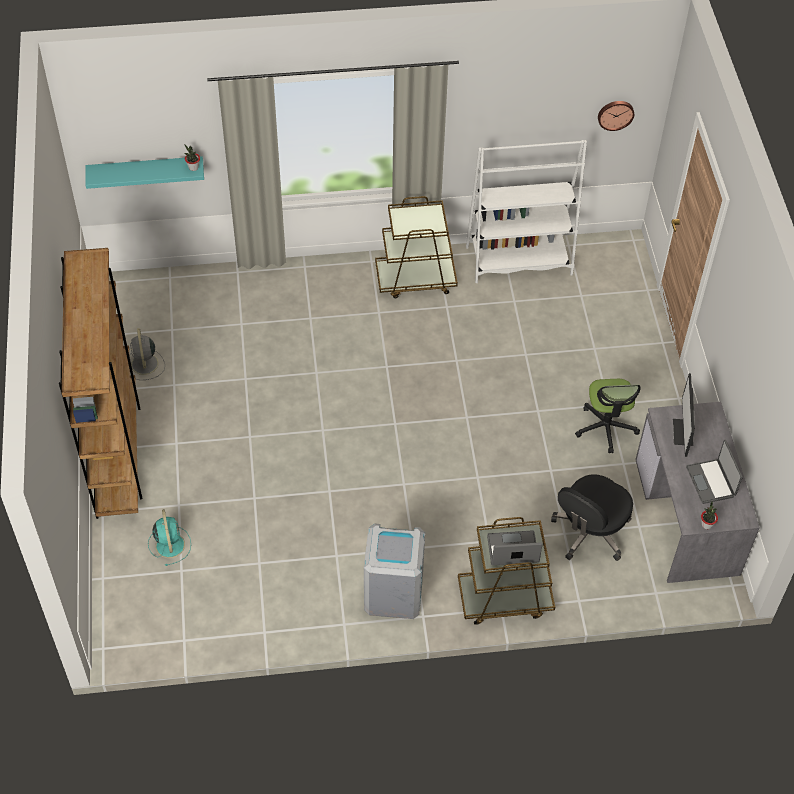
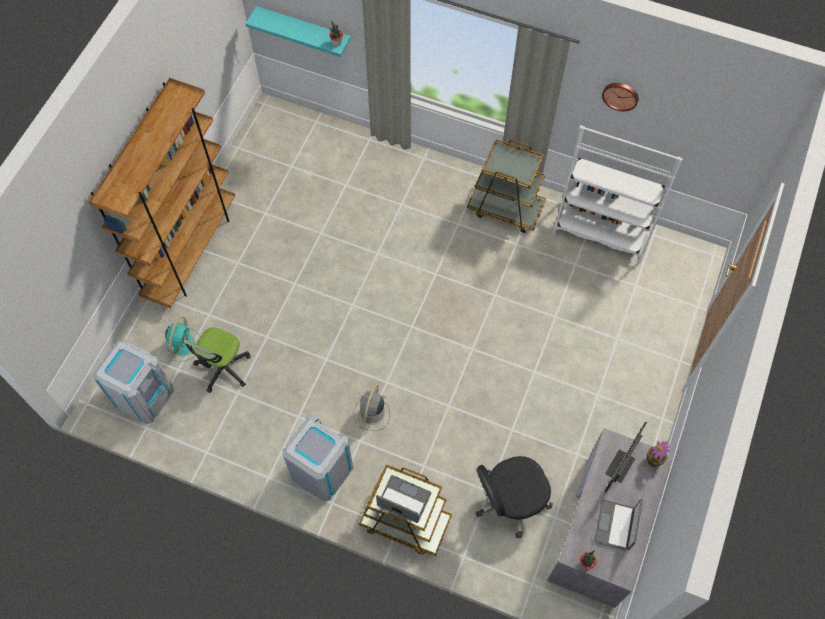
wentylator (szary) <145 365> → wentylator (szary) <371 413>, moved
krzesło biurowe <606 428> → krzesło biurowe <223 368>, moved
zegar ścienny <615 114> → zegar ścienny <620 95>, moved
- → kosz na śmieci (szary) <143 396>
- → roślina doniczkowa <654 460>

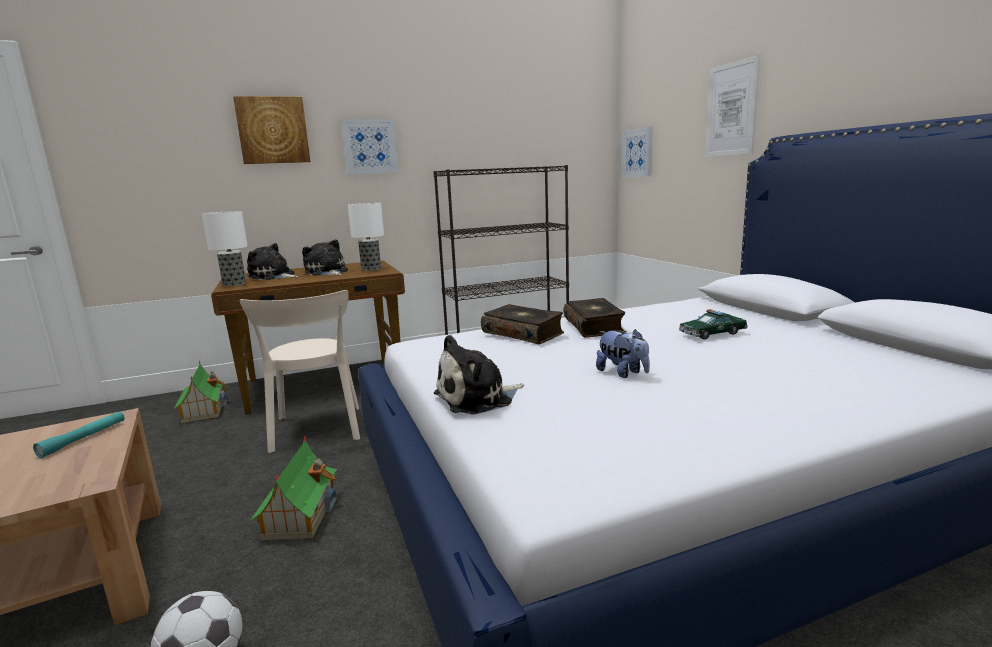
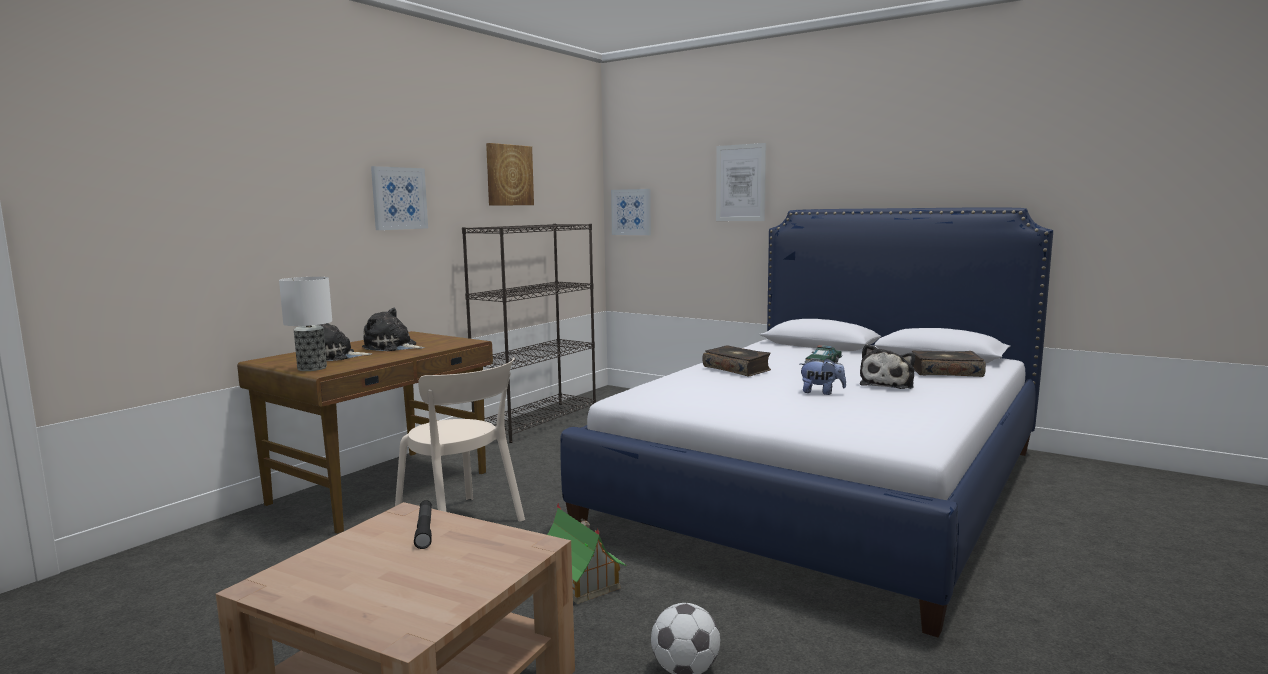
latarka (turkusowy) <84 439> → latarka (czarny) <424 529>
domek <203 410> → -
obraz <273 130> → obraz <509 175>, moved
lampa stołowa <371 269> → -
pluszak <478 398> → pluszak <888 384>, moved
książka <523 333> → książka <945 372>, moved

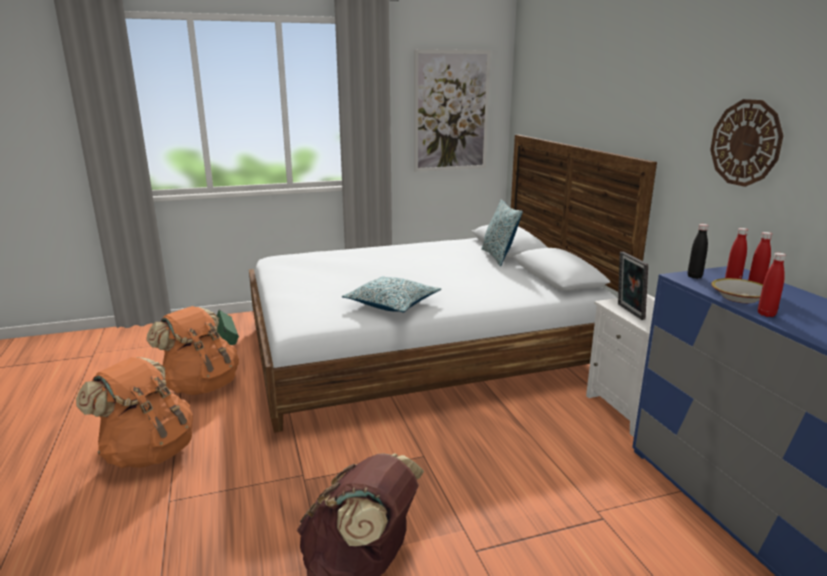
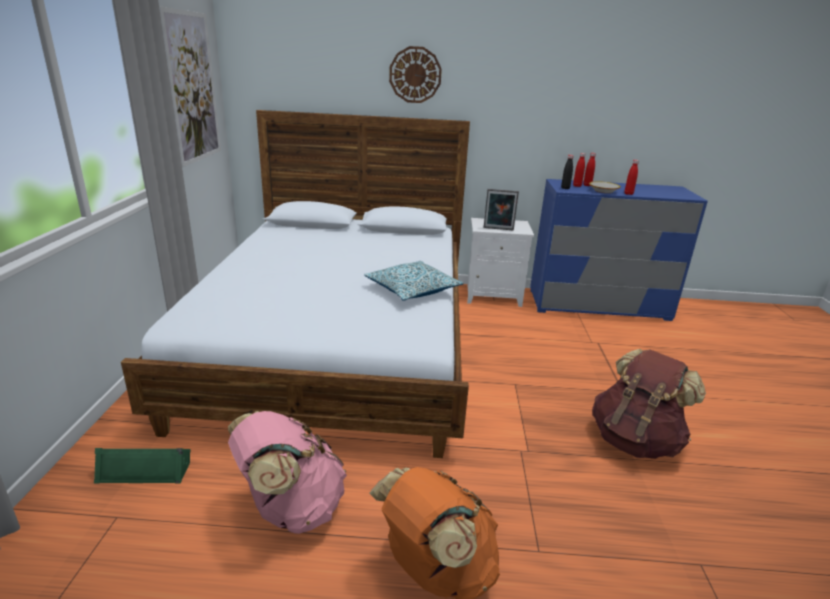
plecak (pomarańczowy) <201 385> → plecak (różowy) <291 508>
poduszka <498 257> → -
zegar ścienny <745 143> → zegar ścienny <415 75>, moved

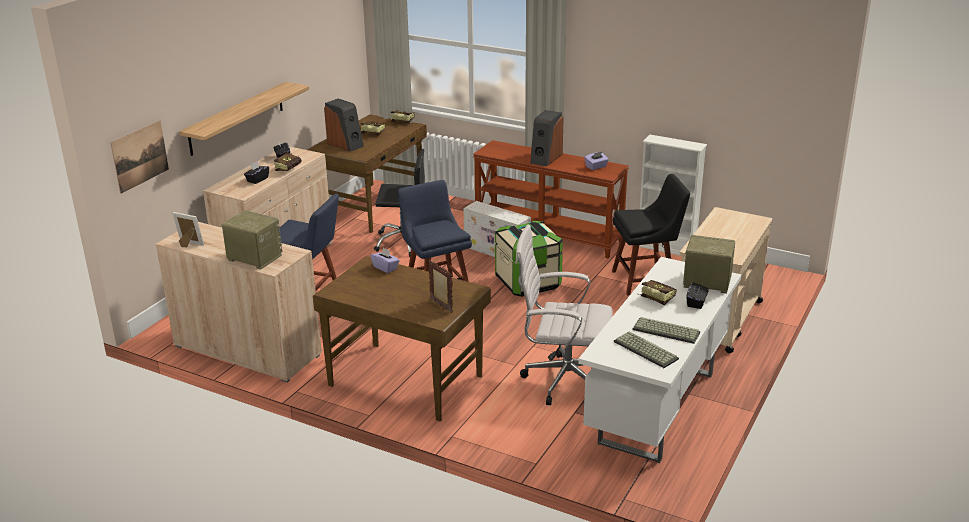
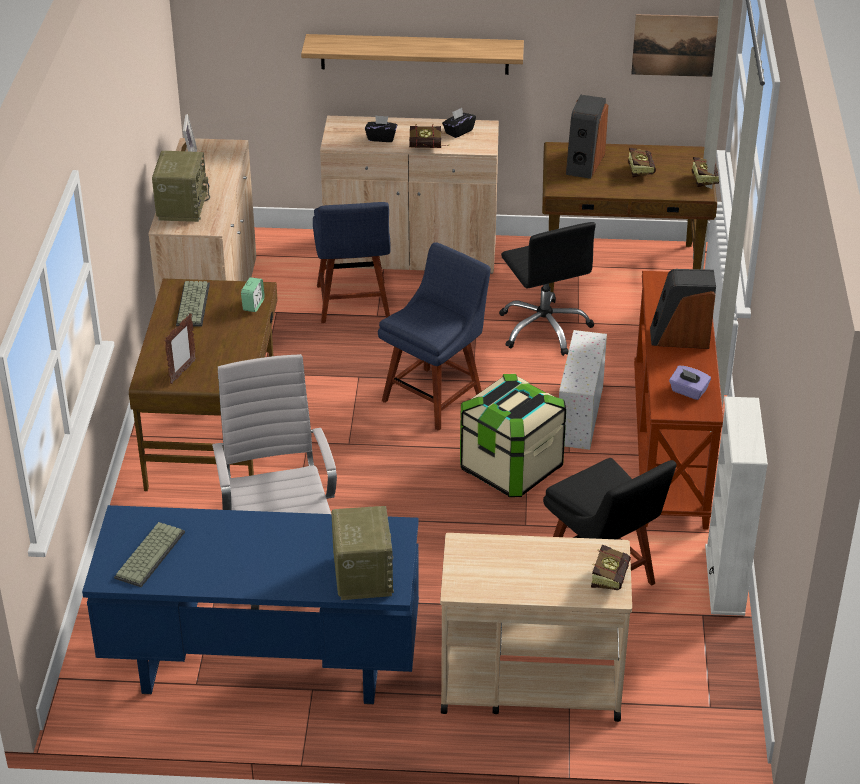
obraz <140 156> → obraz <674 45>, moved
pudełko chusteczek (fioletowy) <385 268> → budzik <253 305>
biurko (biały) <658 408> → biurko (niebieski) <262 667>
klawiatura <665 331> → klawiatura <191 304>, moved
książka <654 298> → książka <610 576>, moved
pudełko chusteczek (czarny) <696 303> → -

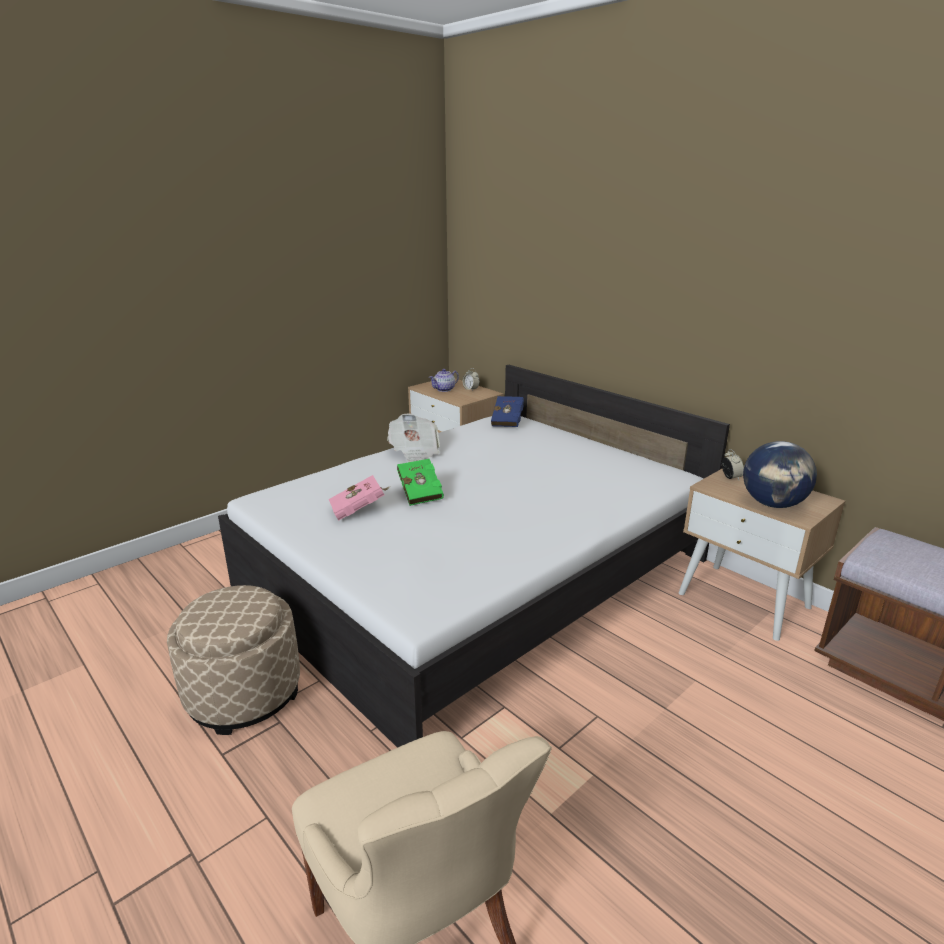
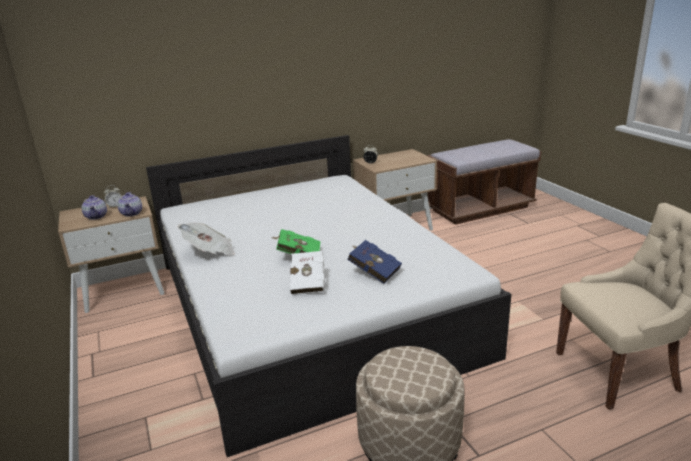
książka (różowy) <360 510> → książka (biały) <309 283>
książka (niebieski) <508 421> → książka (niebieski) <373 272>, moved
globus <772 504> → -
- → imbryk <132 213>

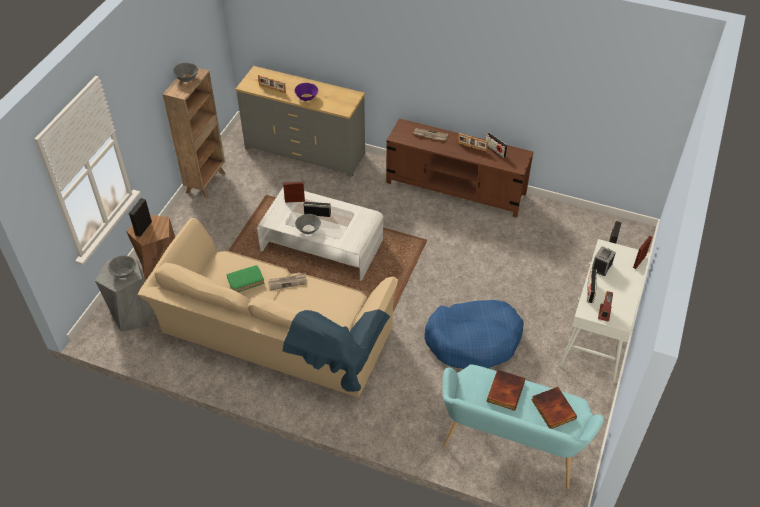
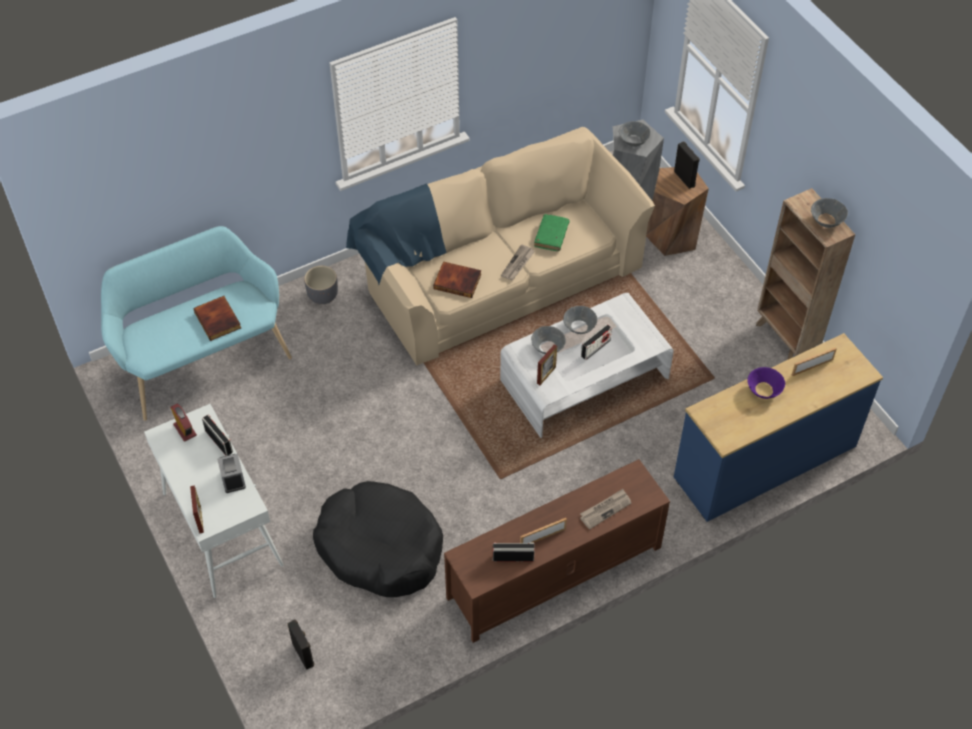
komoda (szary) <305 151> → komoda (niebieski) <765 462>
ramka na zdjęcie <295 201> → ramka na zdjęcie <546 375>, moved
legowisko (niebieski) <473 340> → -
książka <552 409> → książka <458 281>, moved
- → donica (szary) <323 295>
- → legowisko (czarny) <380 547>
- → miska (szary) <548 347>

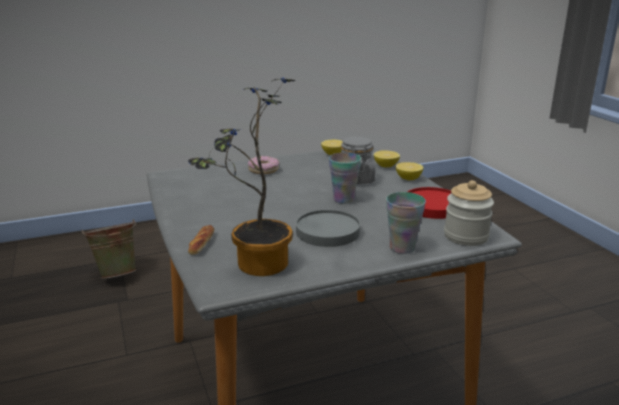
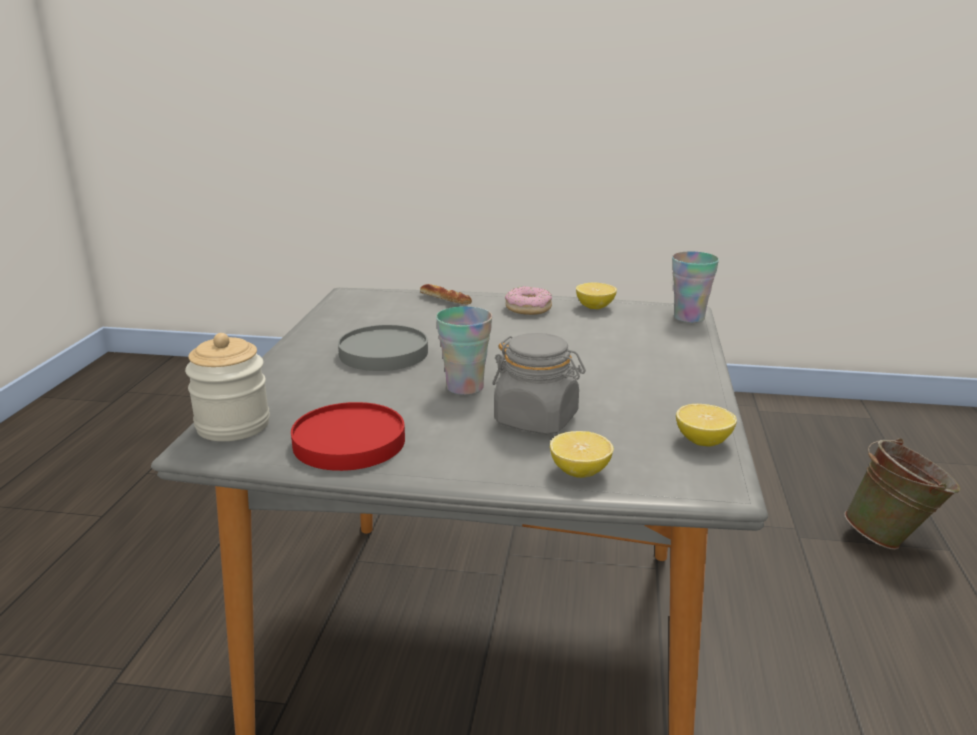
roślina doniczkowa <255 266> → -
donut <263 170> → donut <528 308>, moved
filiżanka <402 248> → filiżanka <689 318>, moved
cytryna <408 178> → cytryna <595 307>, moved

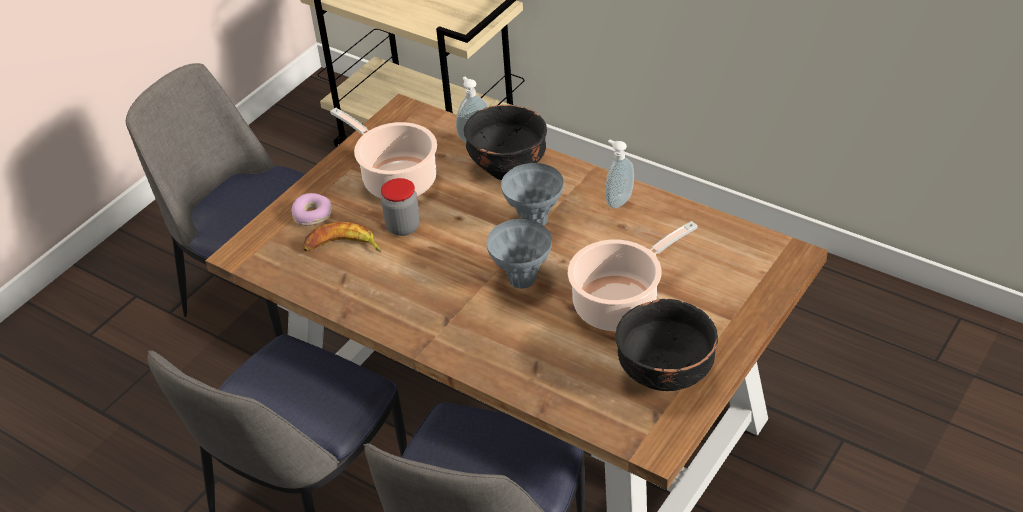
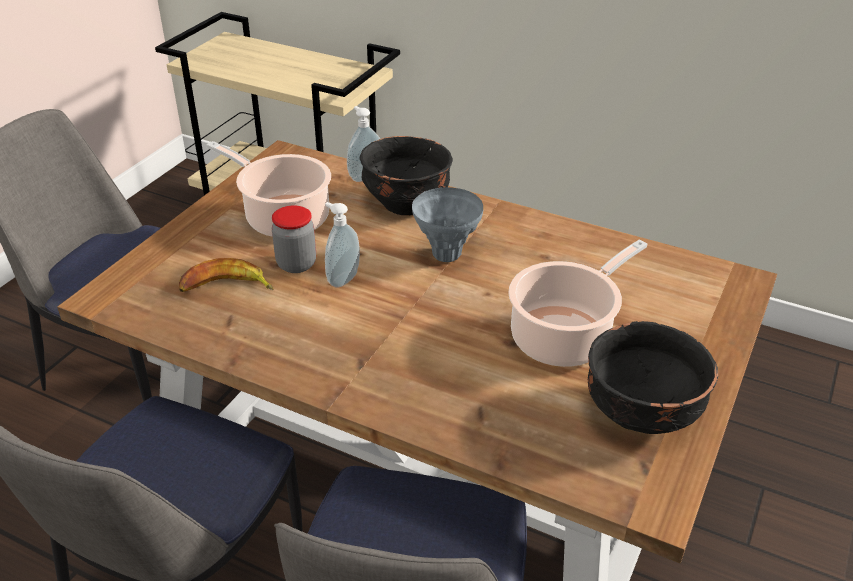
donut <312 215> → -
wazon (szary) <522 280> → -
dozownik mydła <618 200> → dozownik mydła <342 279>, moved

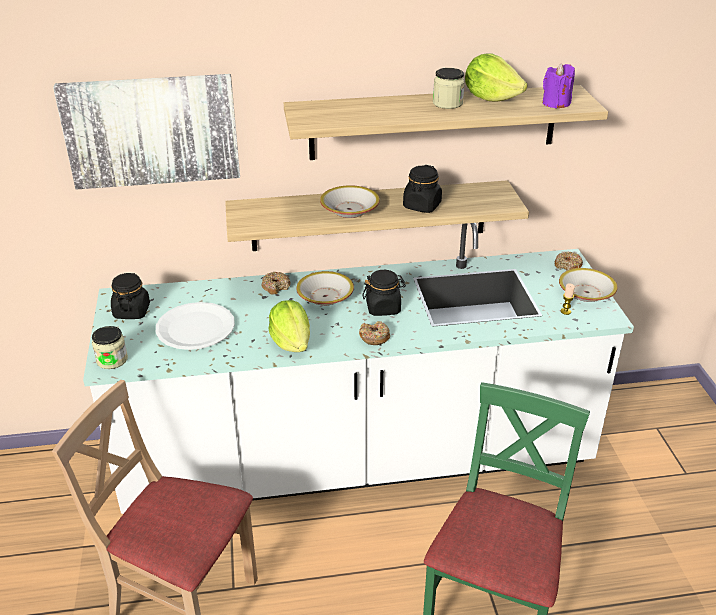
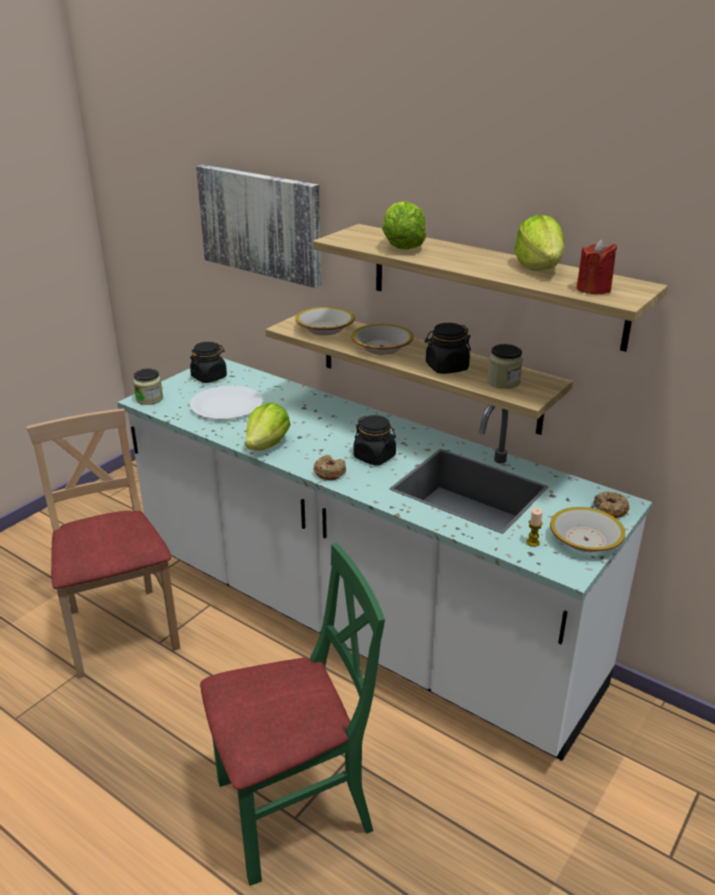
donut <276 287> → -
miska <325 297> → miska <324 329>, moved
słoik <447 103> → słoik <503 382>, moved
świeca (fioletowy) <556 103> → świeca (czerwony) <593 289>
- → sałata <402 247>

